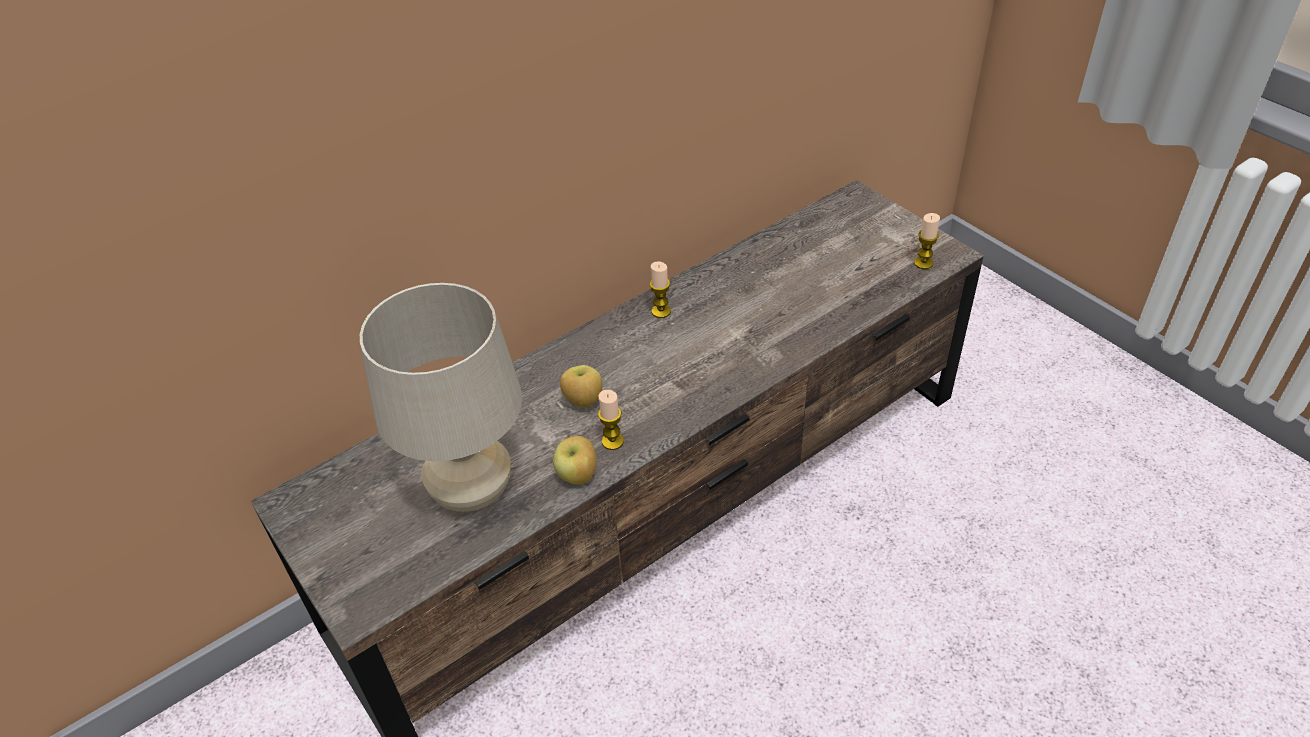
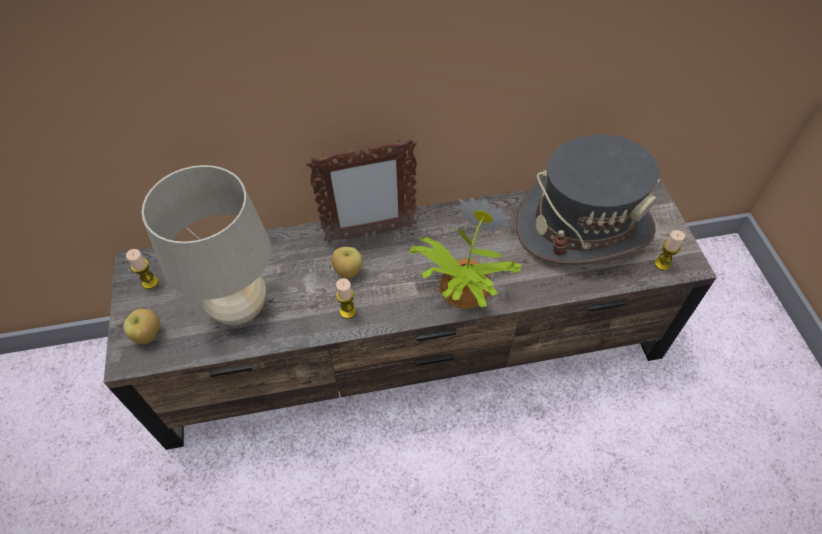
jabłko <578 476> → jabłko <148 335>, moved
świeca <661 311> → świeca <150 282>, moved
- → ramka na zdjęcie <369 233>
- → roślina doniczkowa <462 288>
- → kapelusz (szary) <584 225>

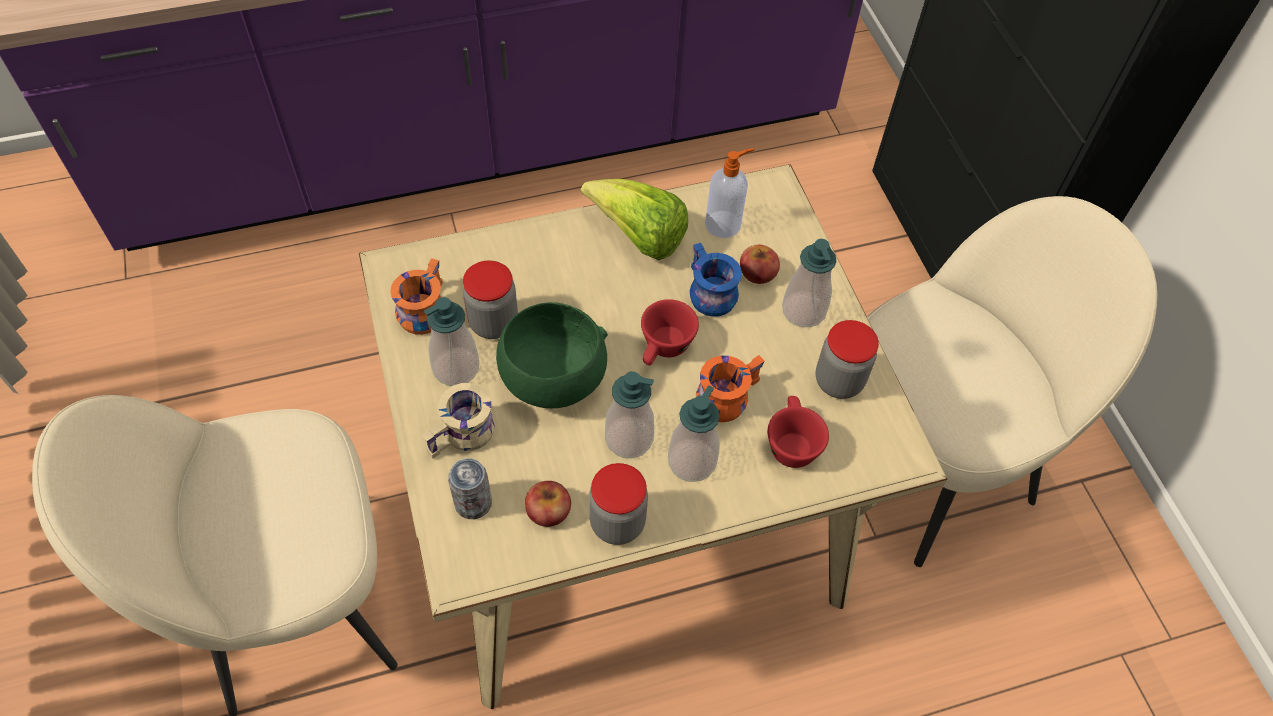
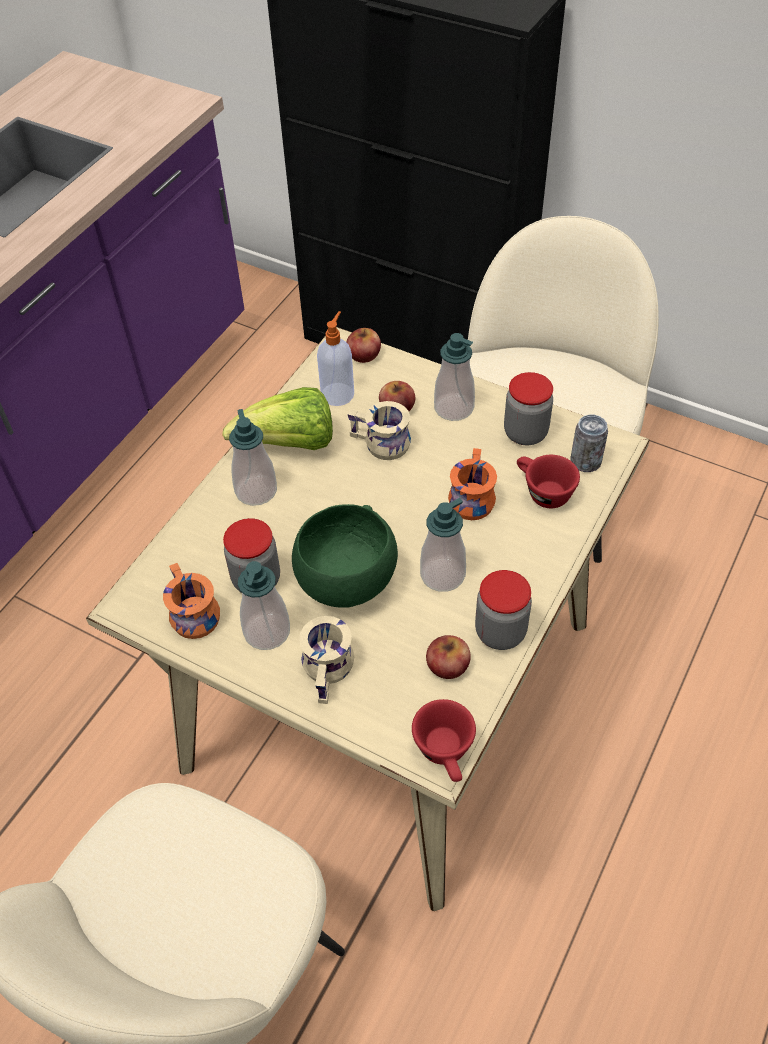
puszka <473 503> → puszka <585 461>, moved
filiżanka (czerwony) <664 349> → filiżanka (czerwony) <446 754>, moved
dozownik mydła <692 461> → dozownik mydła <256 491>, moved
kubek (niebieski) <706 293> → kubek (beżowy) <380 445>
- → jabłko <364 354>

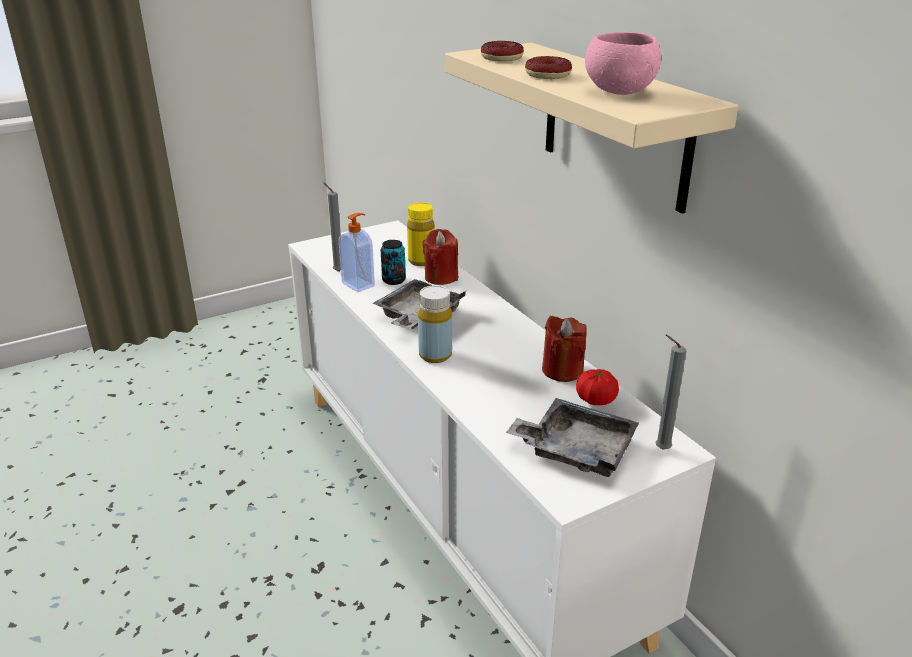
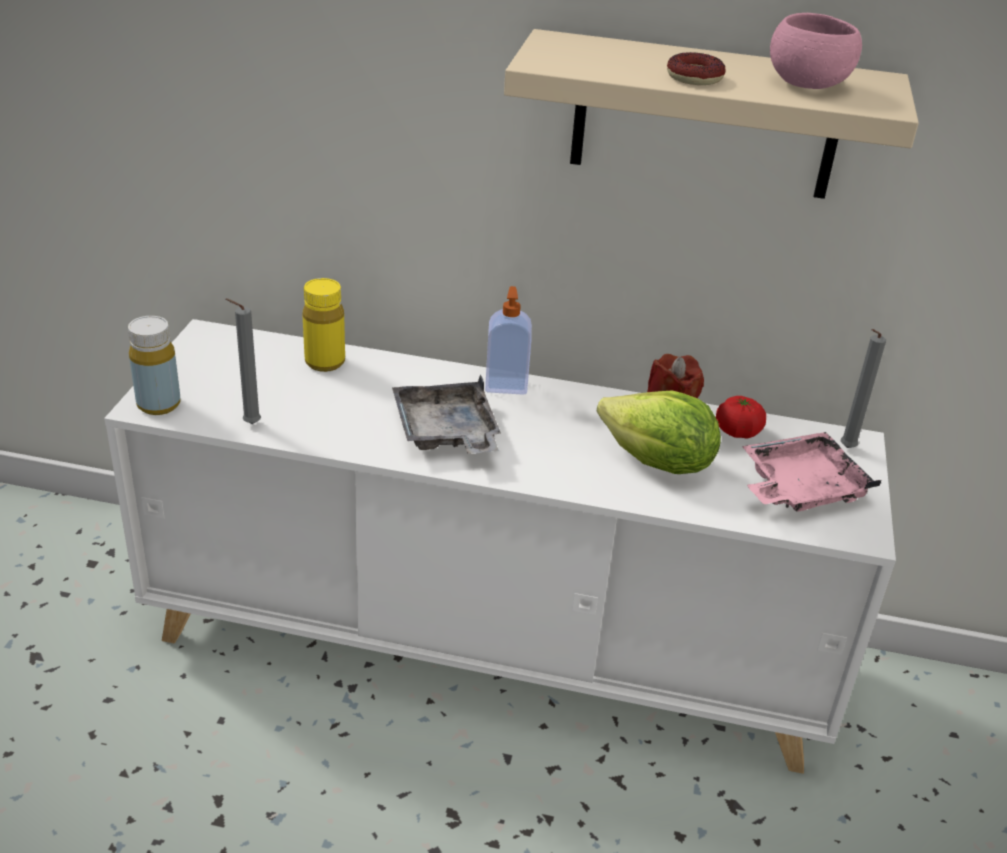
dozownik mydła <359 284> → dozownik mydła <506 385>, moved
puszka <393 280> → -
butelka (żółty) <435 355> → butelka (żółty) <159 404>, moved
świeca (czerwony) <441 277> → -
donut <502 58> → -
taca (szary) <575 449> → taca (różowy) <800 488>
- → sałata <657 463>

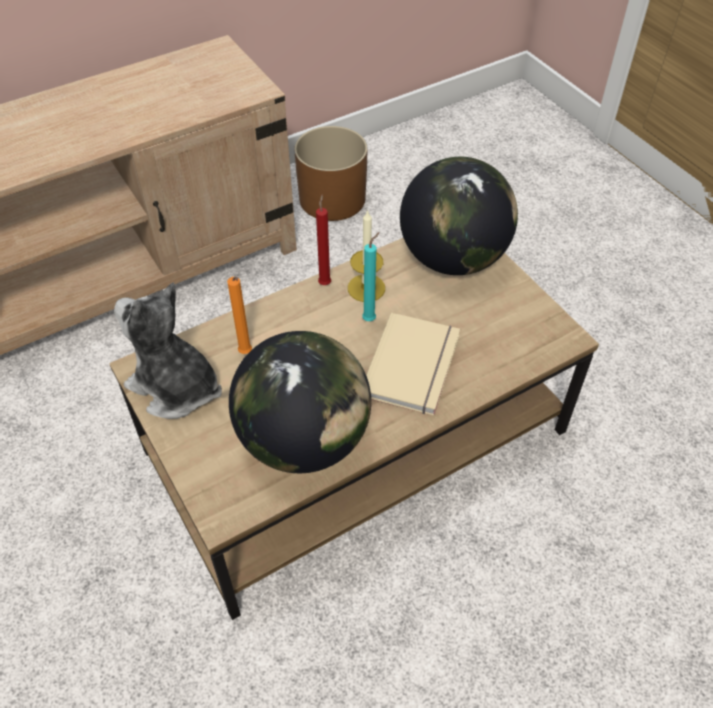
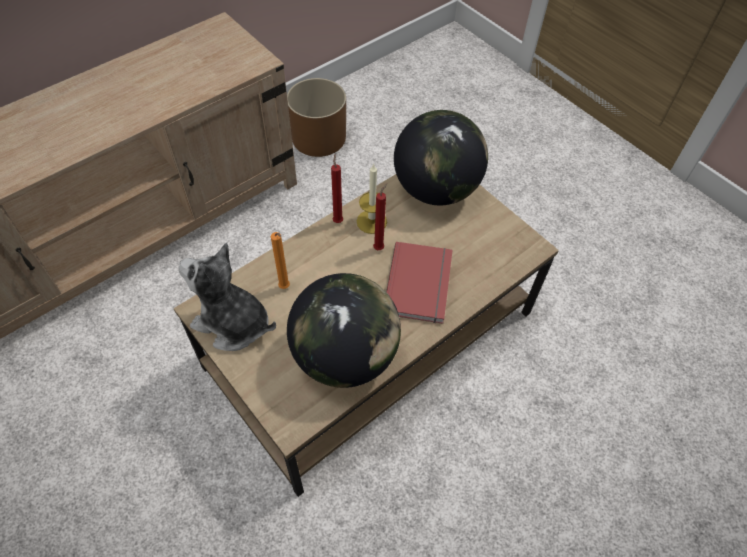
świeca (turkusowy) <370 319> → świeca (czerwony) <379 247>
książka (beżowy) <414 366> → książka (czerwony) <421 283>

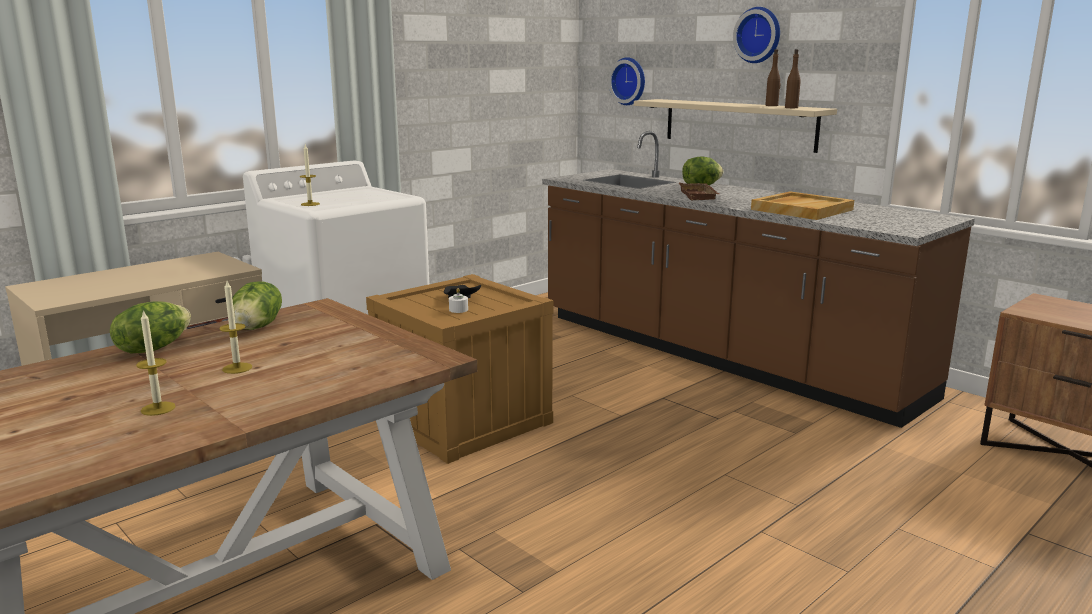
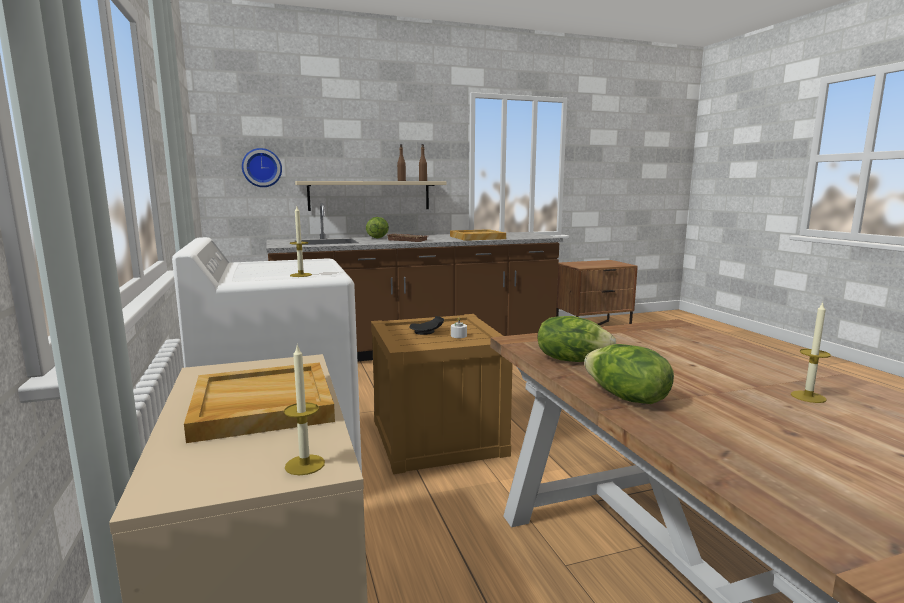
świeca <237 368> → świeca <305 465>, moved
zegar ścienny <759 35> → -
- → taca (beżowy) <261 406>

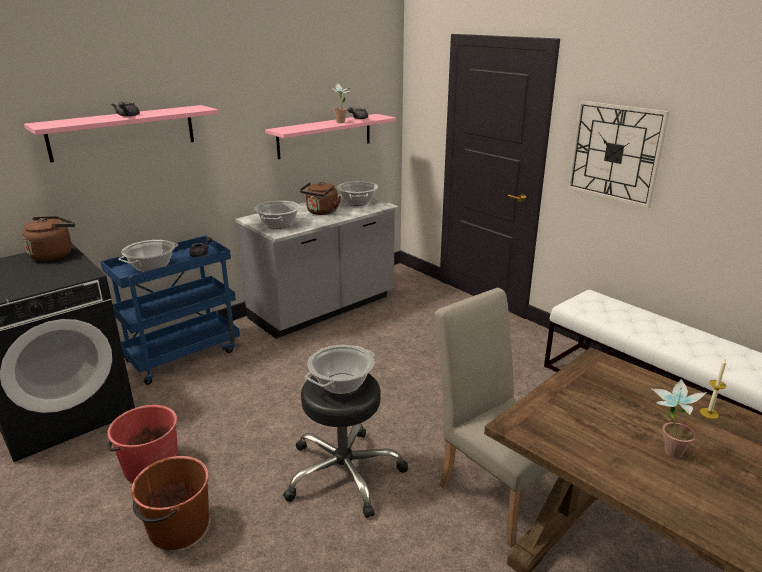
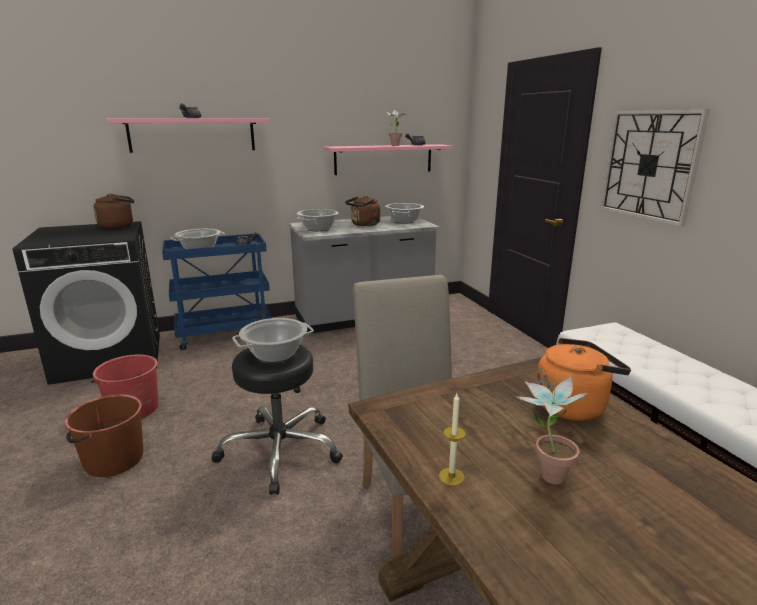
świeca <709 413> → świeca <451 476>, moved
- → czajnik (pomarańczowy) <573 406>

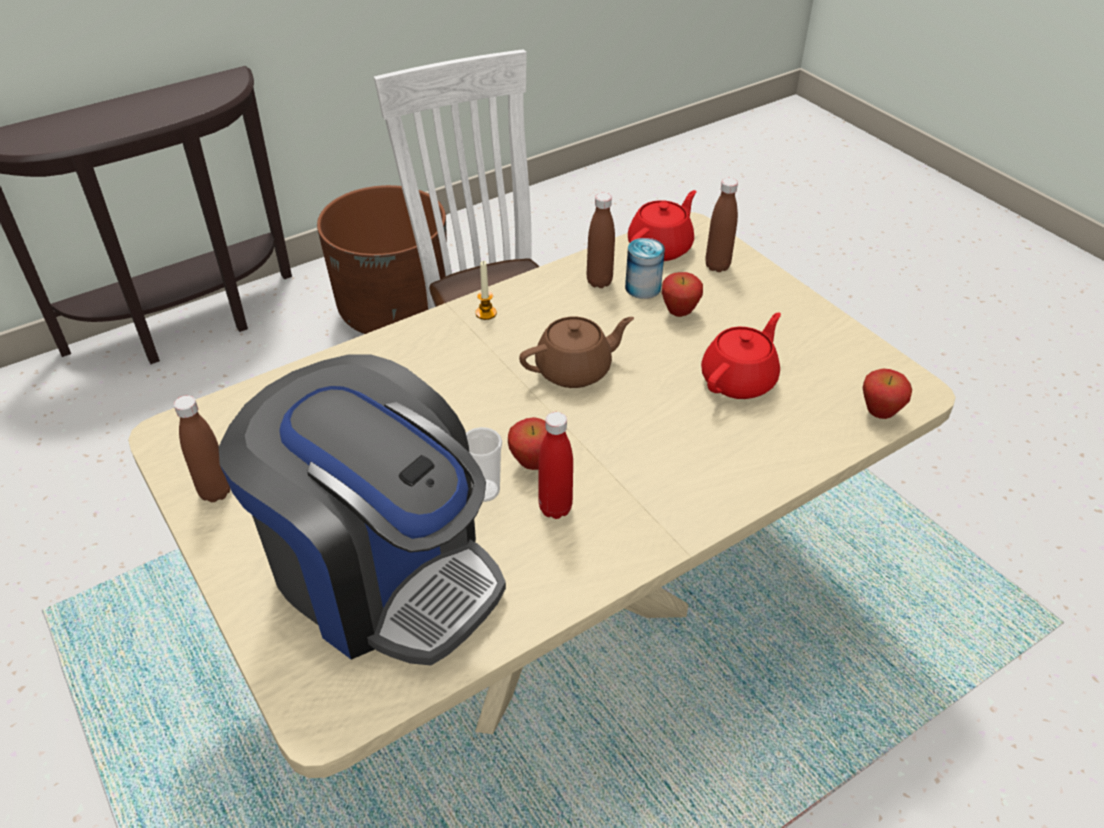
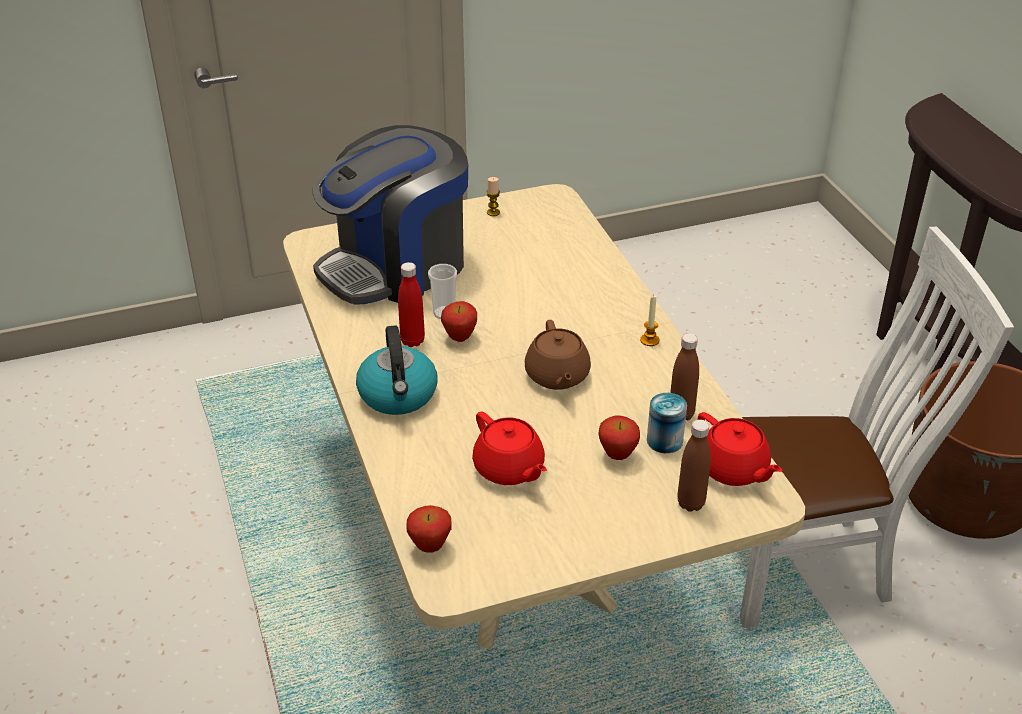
butelka (brązowy) <215 492> → świeca <493 212>
- → czajnik <398 395>

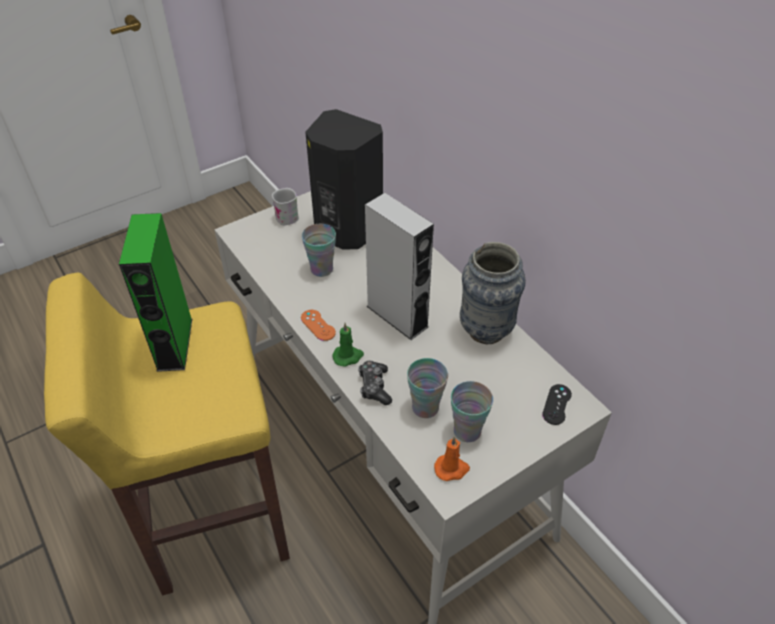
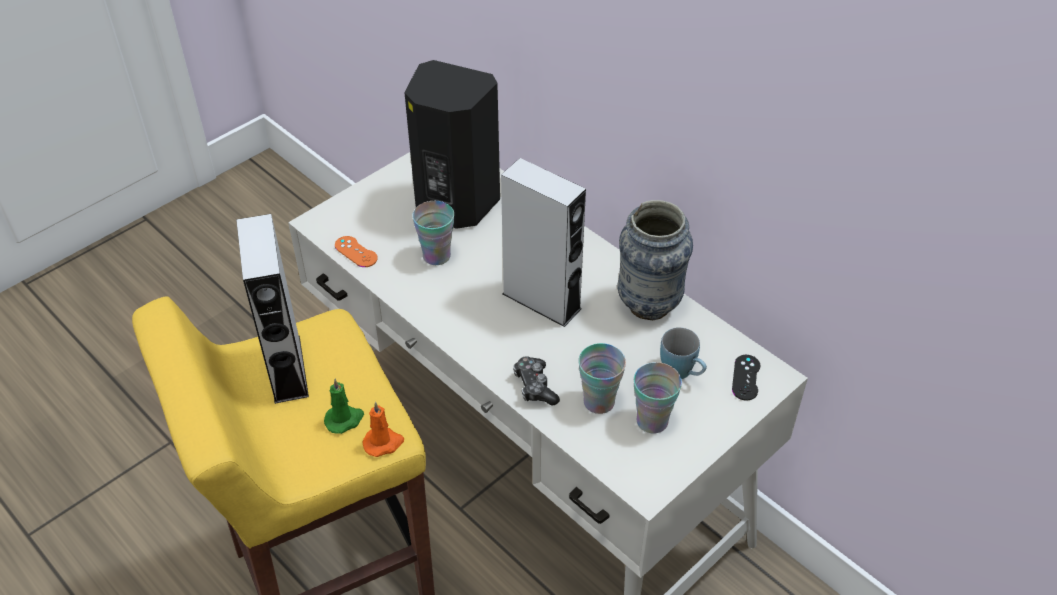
głośnik (zielony) <175 344> → głośnik (szary) <287 368>
kubek (biały) <285 215> → -
pad do gier (pomarańczowy) <318 325> → pad do gier (pomarańczowy) <356 252>, moved
świeca (zielony) <348 356> → świeca (zielony) <344 419>, moved
świeca (pomarańczowy) <452 469> → świeca (pomarańczowy) <383 443>, moved
- → kubek (niebieski) <682 373>

